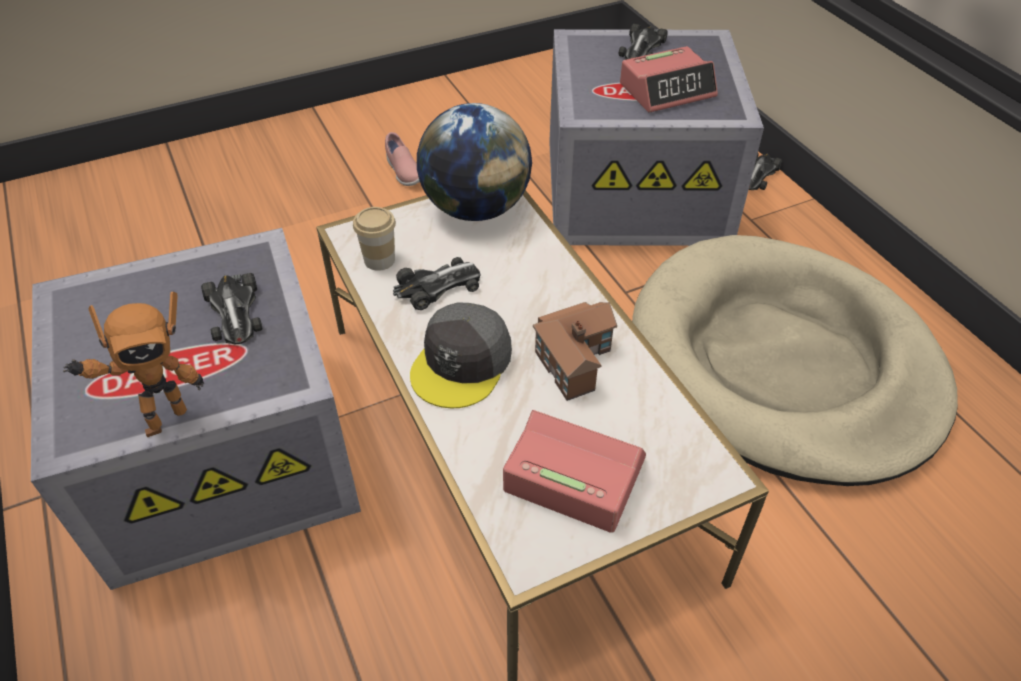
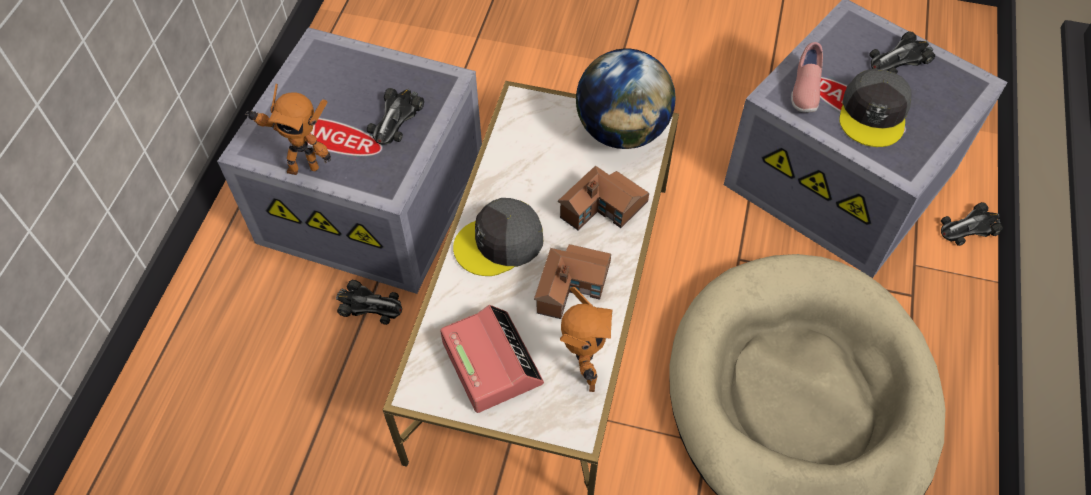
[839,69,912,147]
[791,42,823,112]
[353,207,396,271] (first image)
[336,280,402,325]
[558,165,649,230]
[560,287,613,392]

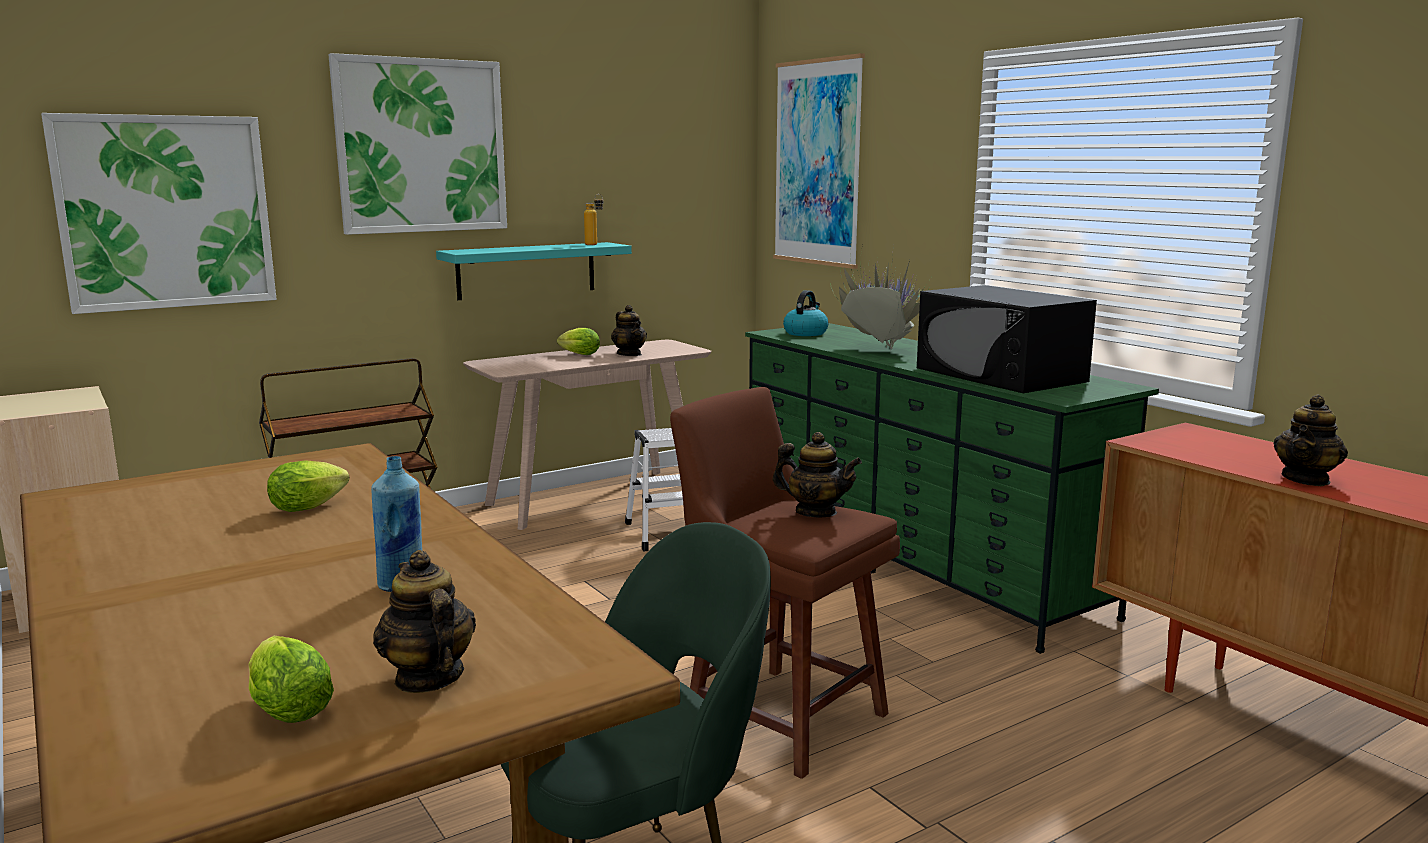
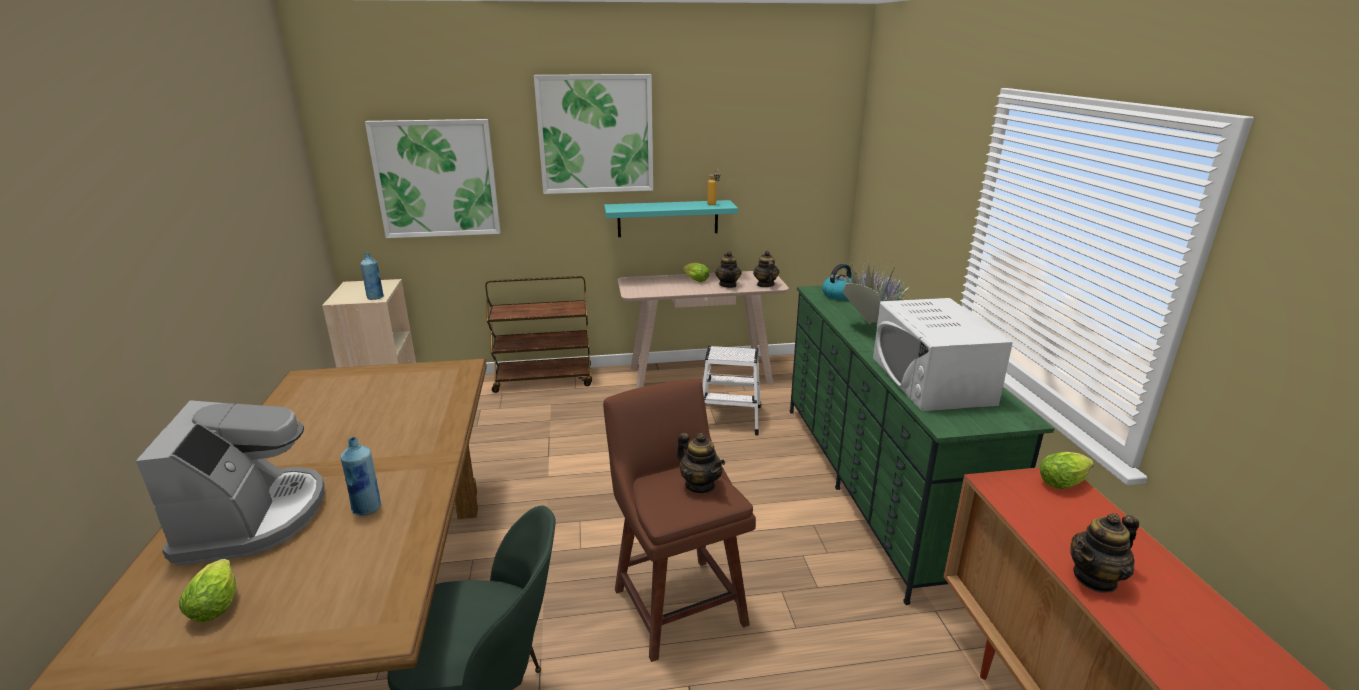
[773,53,865,269] (first image)
[873,298,1013,411]
[1039,452,1094,489]
[753,251,779,287]
[360,253,384,300]
[136,400,325,566]

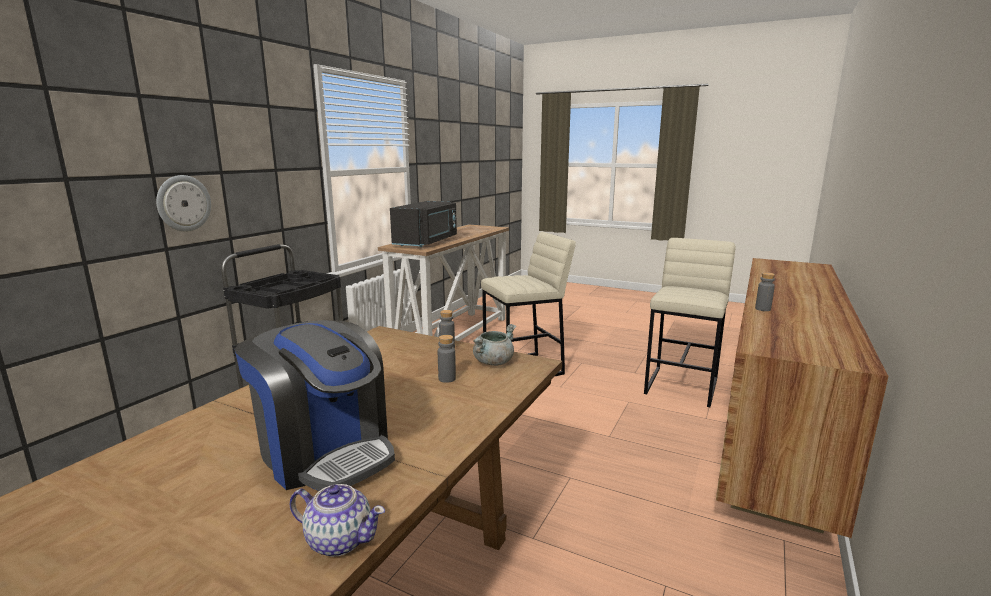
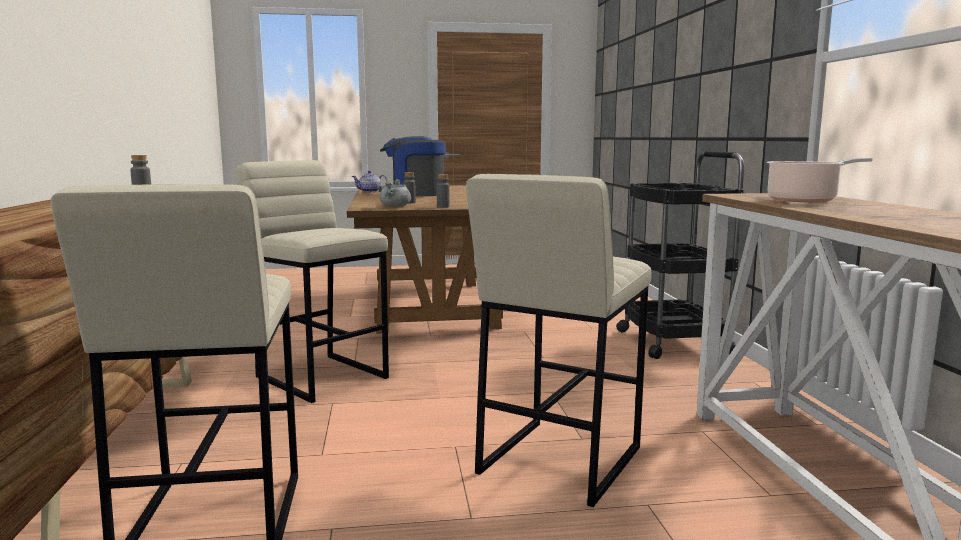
[156,175,211,232] (first image)
[766,158,873,202]
[236,160,389,403]

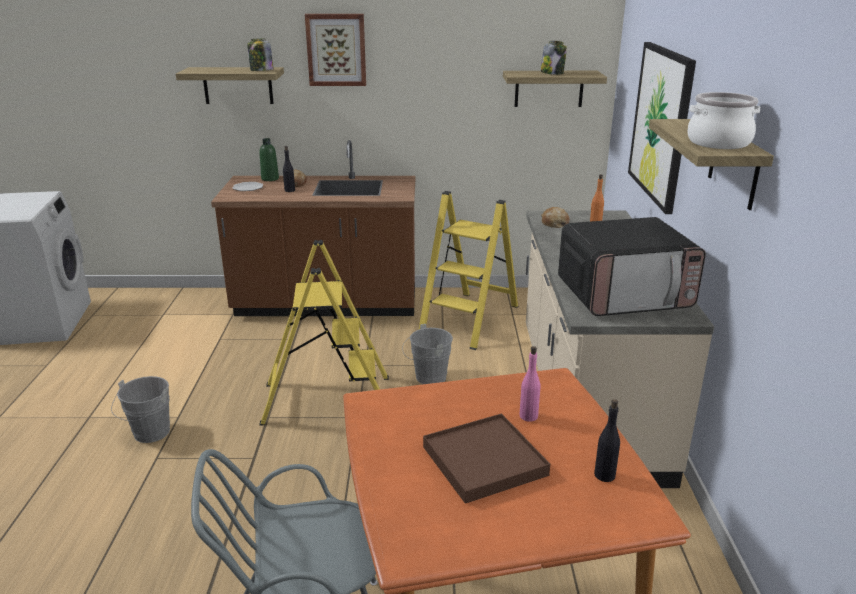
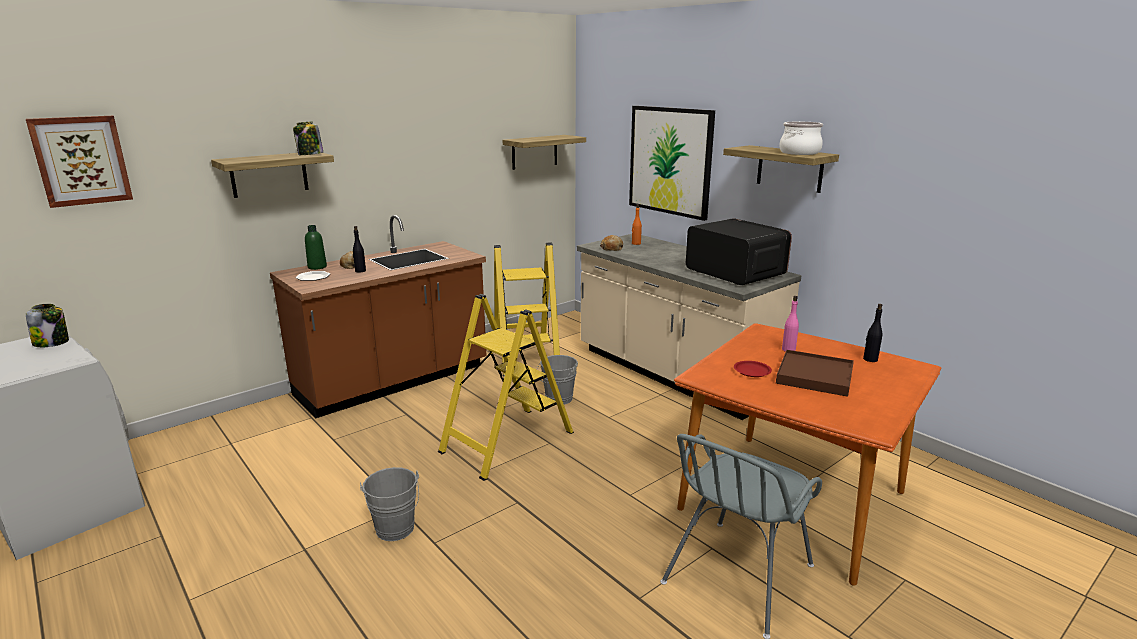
[26,116,133,208]
[26,304,69,347]
[686,218,792,285]
[734,361,772,377]

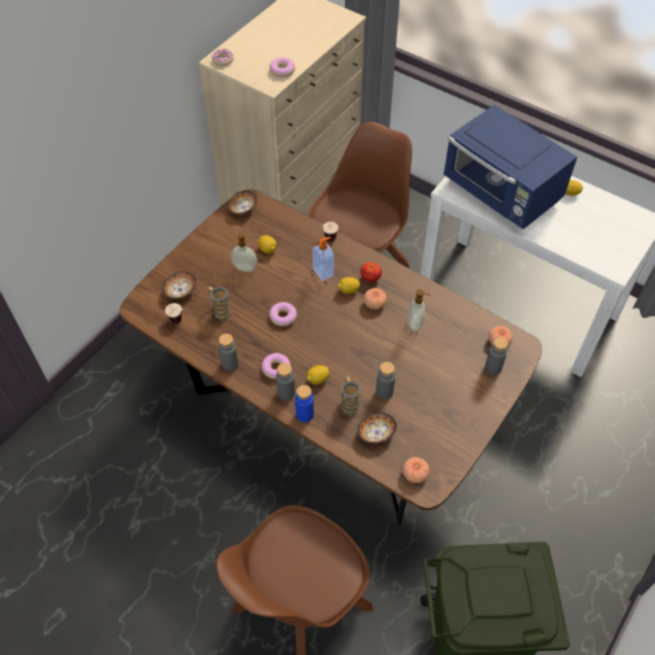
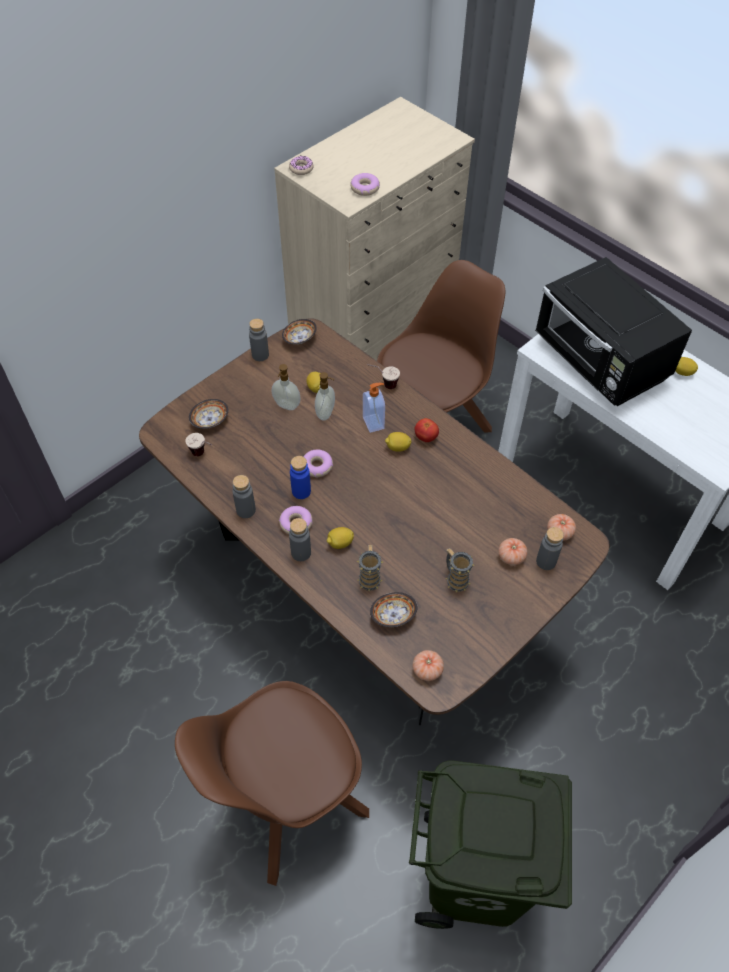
[535,257,692,406]
[446,548,474,592]
[498,538,528,565]
[315,372,335,421]
[249,318,269,361]
[290,456,311,499]

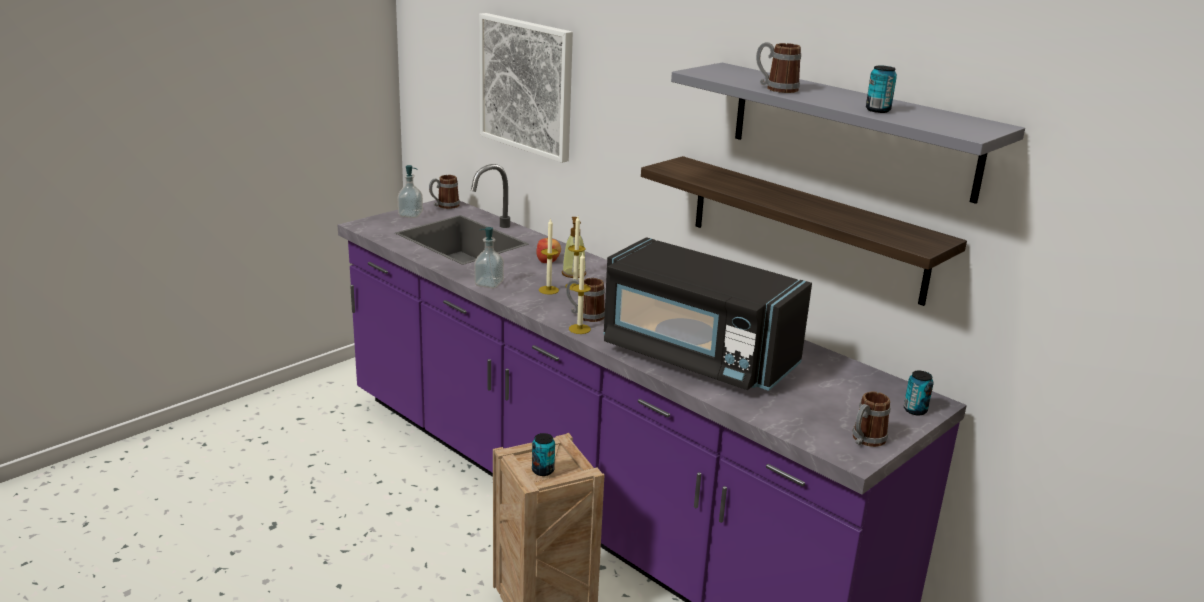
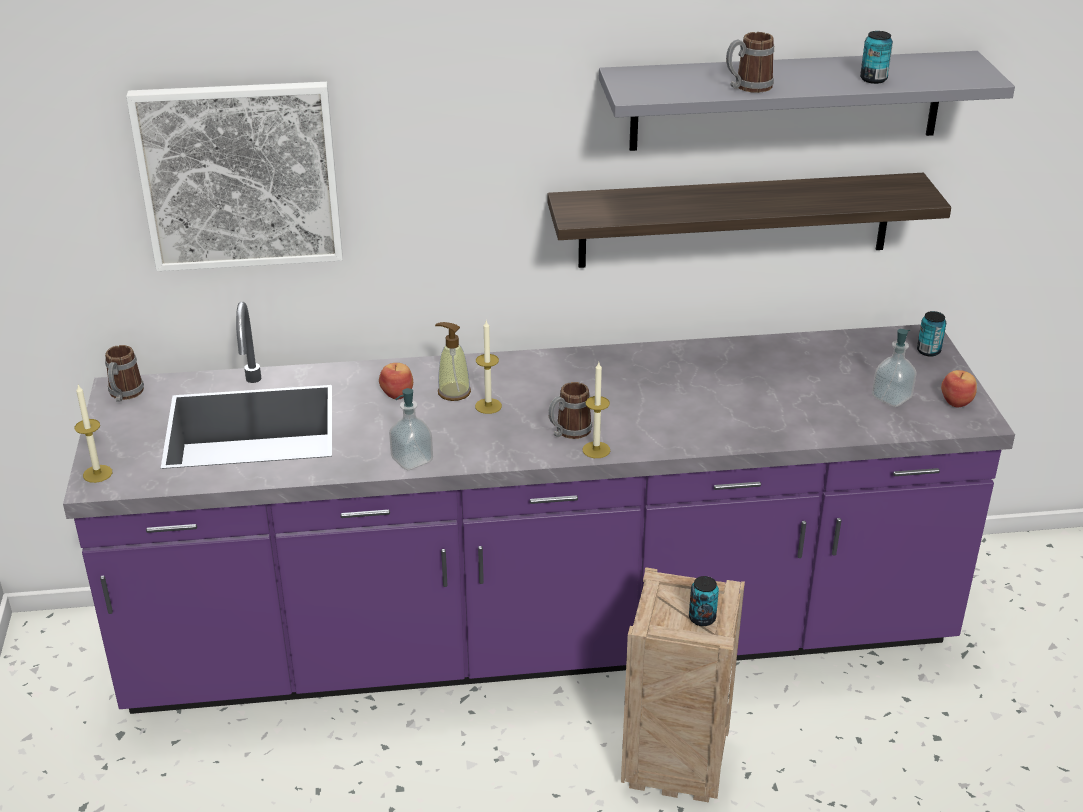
[872,329,917,407]
[75,385,112,483]
[603,237,812,391] (first image)
[941,370,977,407]

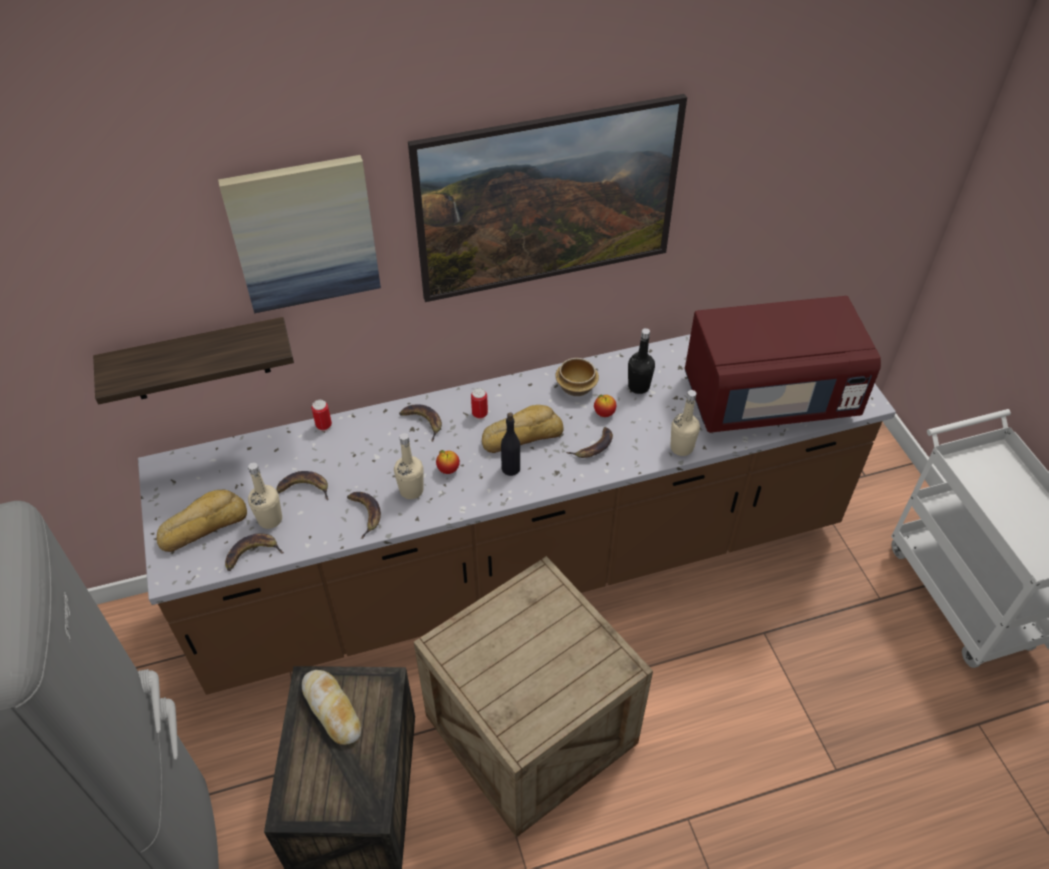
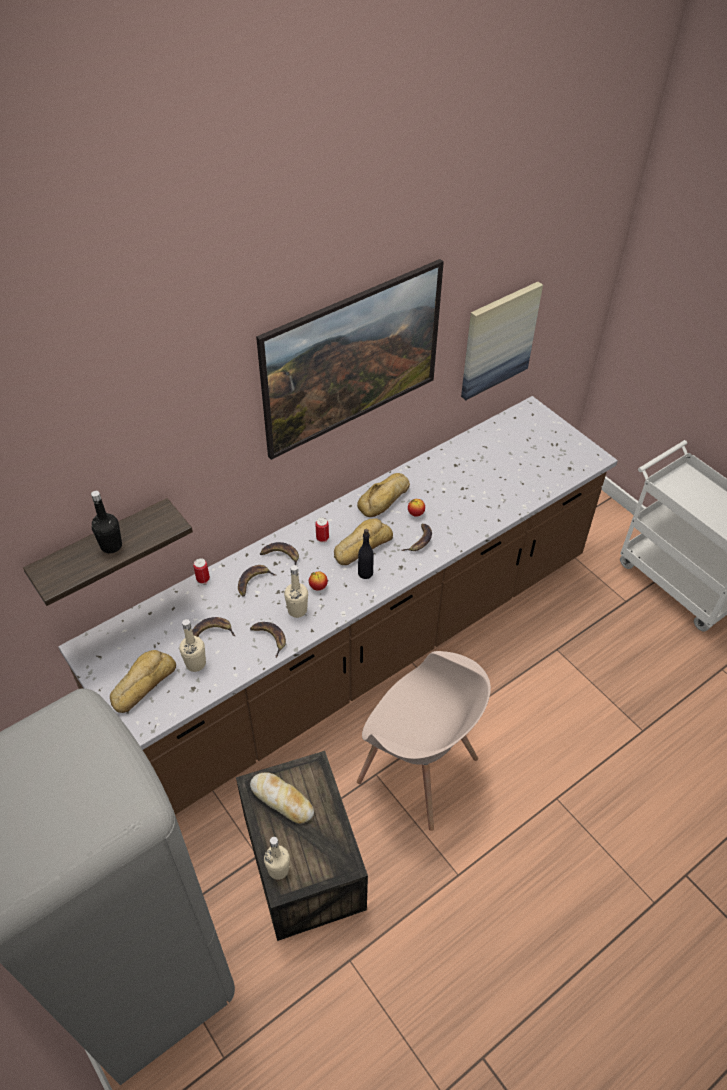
[461,282,543,400]
[685,296,881,433] (first image)
[91,491,122,553]
[357,473,410,517]
[264,837,290,880]
[238,565,276,597]
[357,651,491,831]

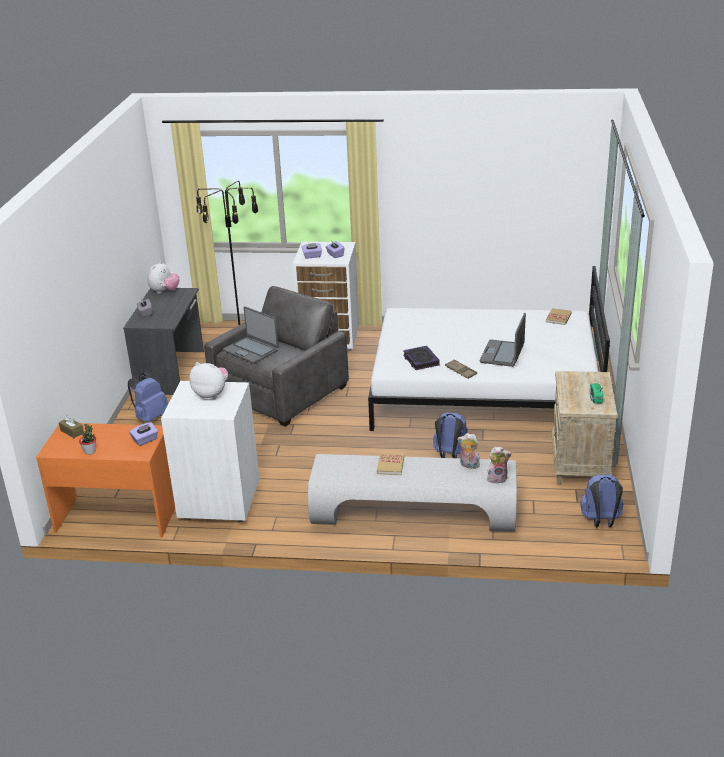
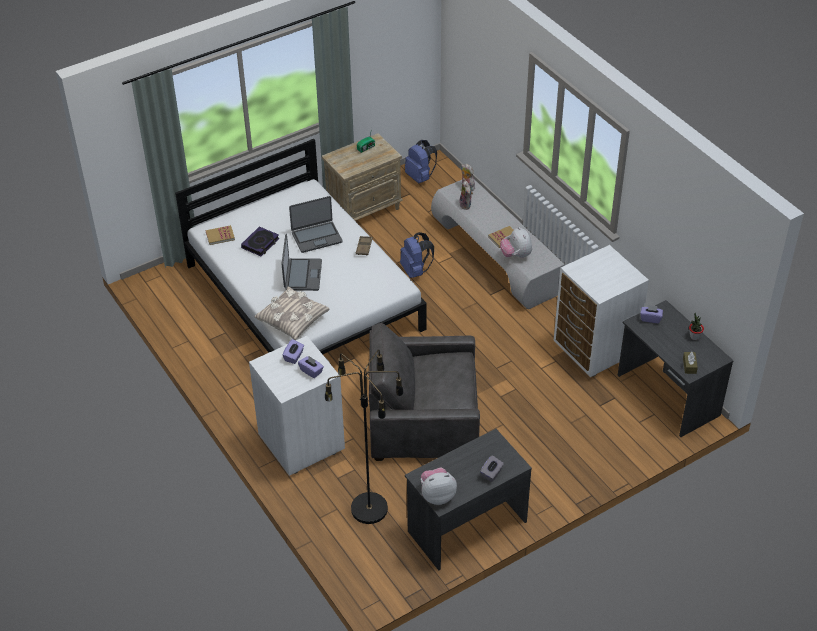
[281,234,322,291]
[241,227,279,256]
[500,227,532,258]
[128,373,168,423] (first image)
[617,300,734,437]
[254,287,329,340]

